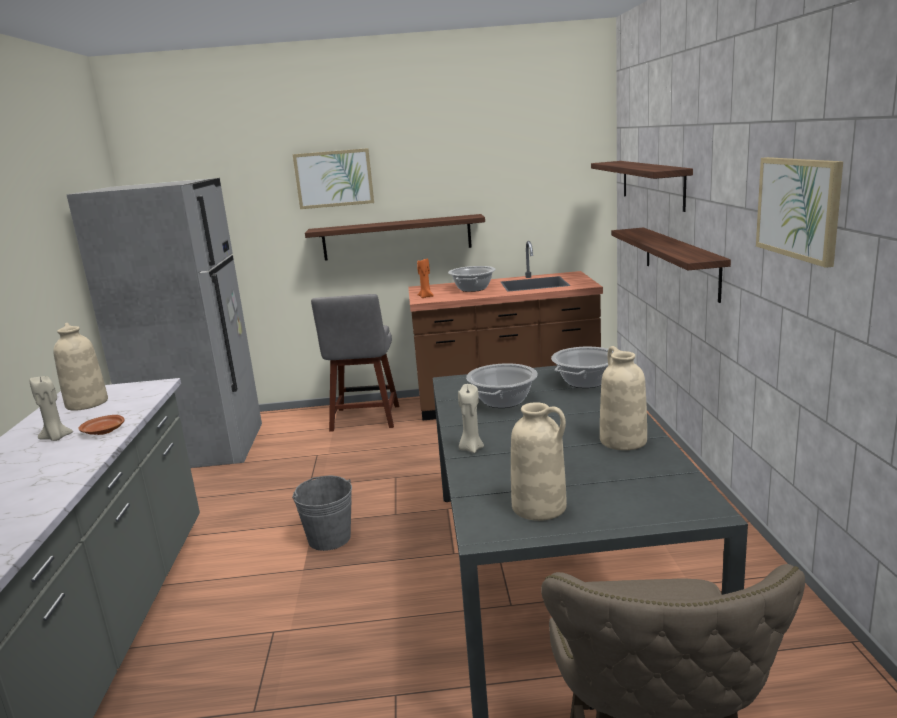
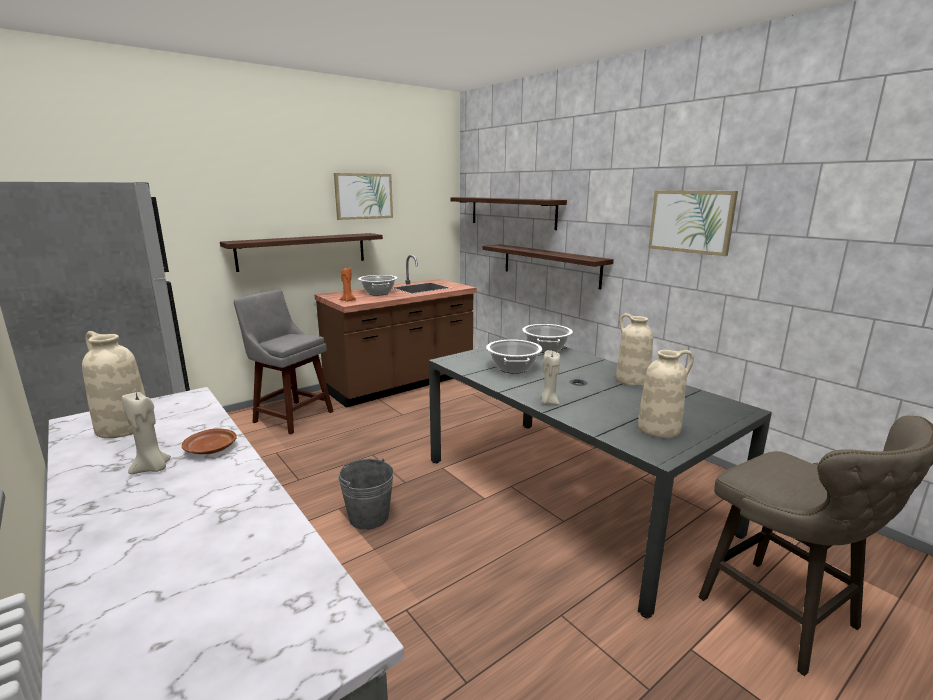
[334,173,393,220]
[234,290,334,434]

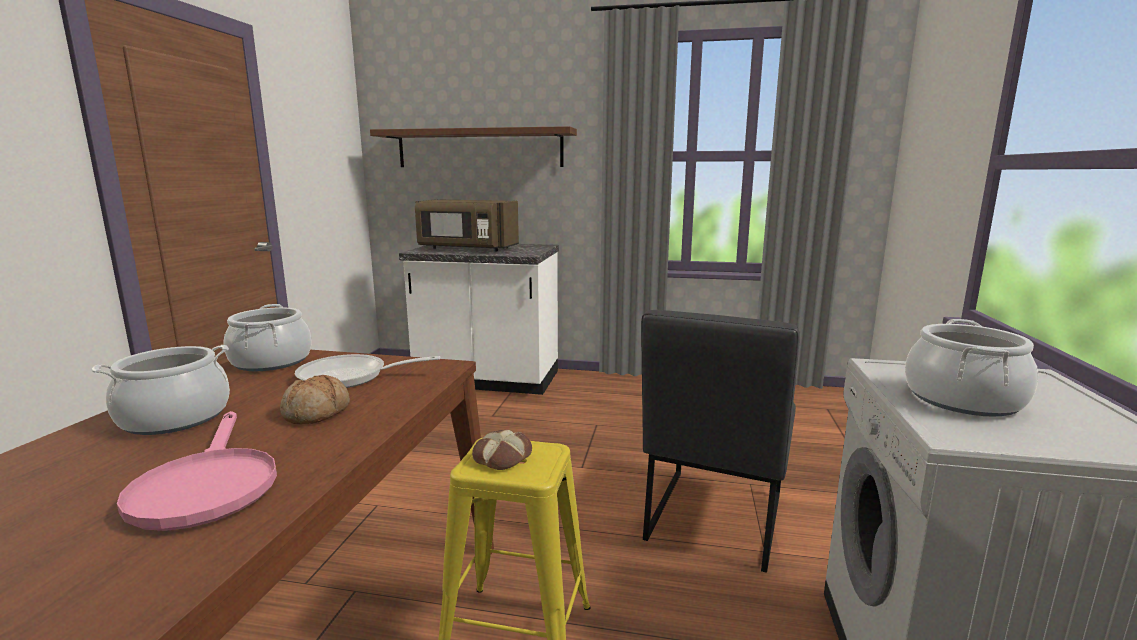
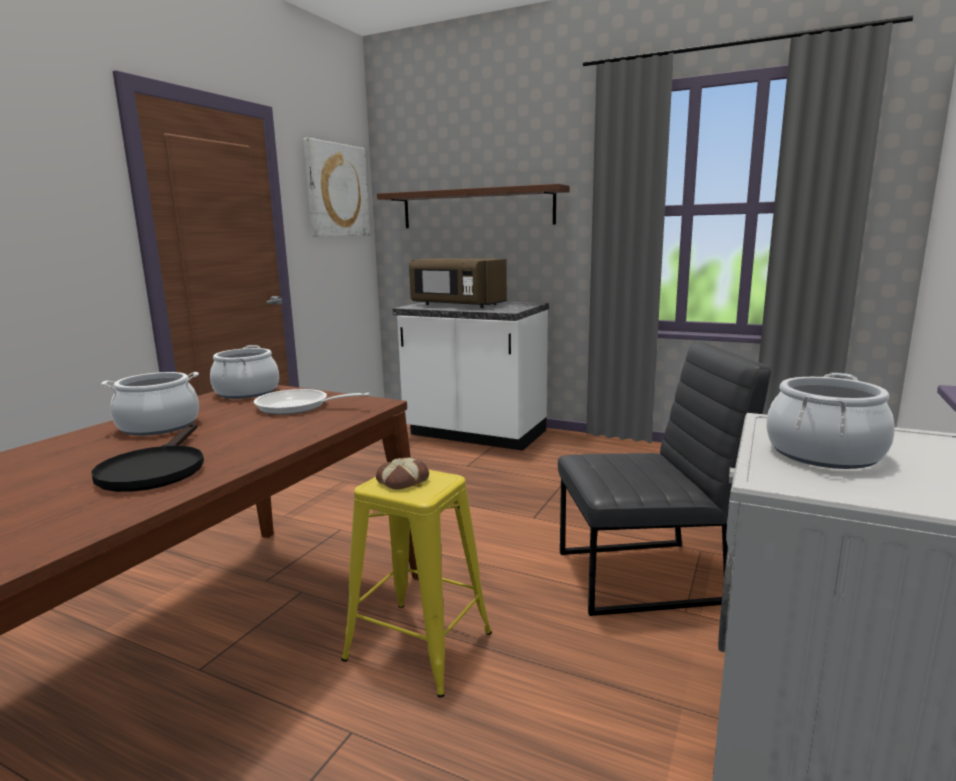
[558,342,771,616]
[280,375,350,424] (first image)
[91,423,204,492]
[303,138,370,237]

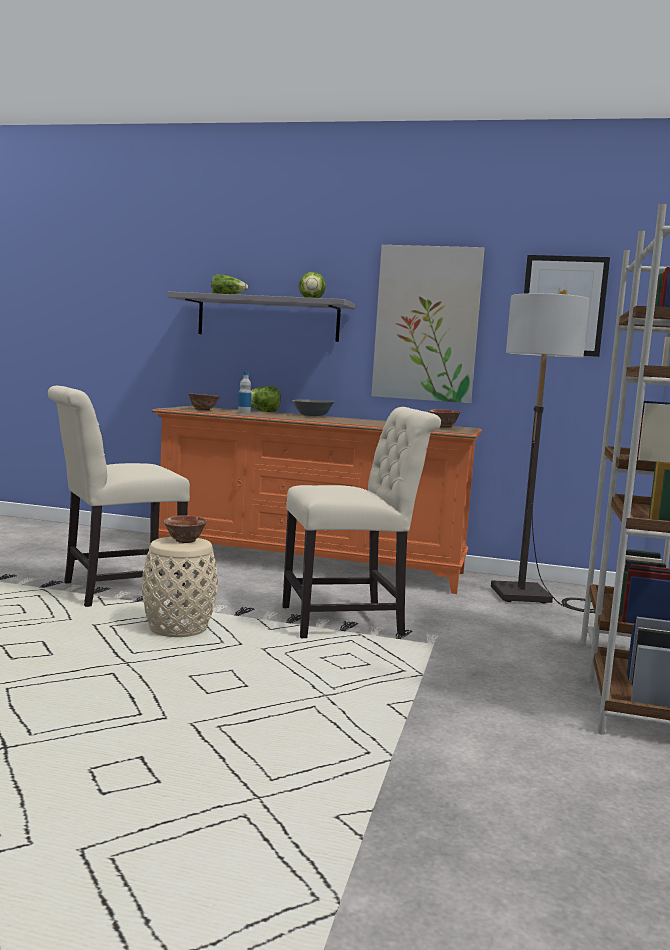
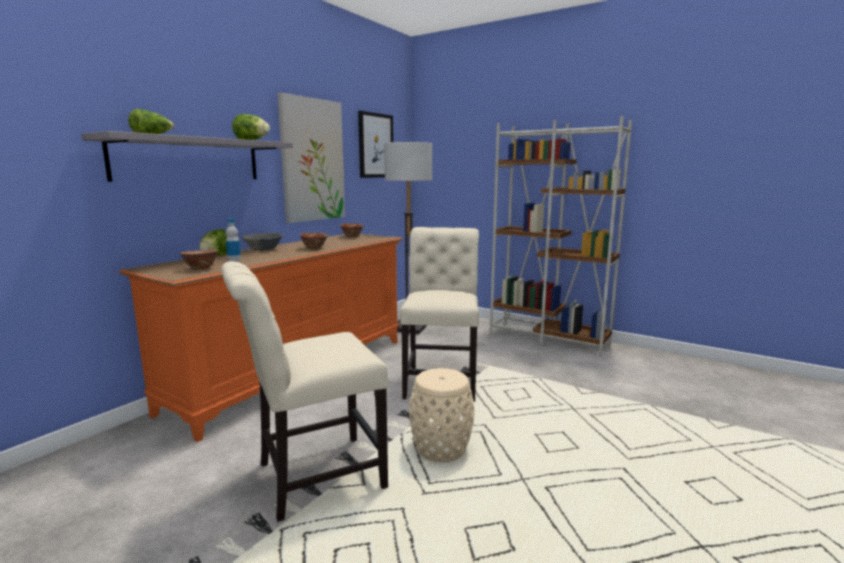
[221,261,388,522]
[300,233,328,249]

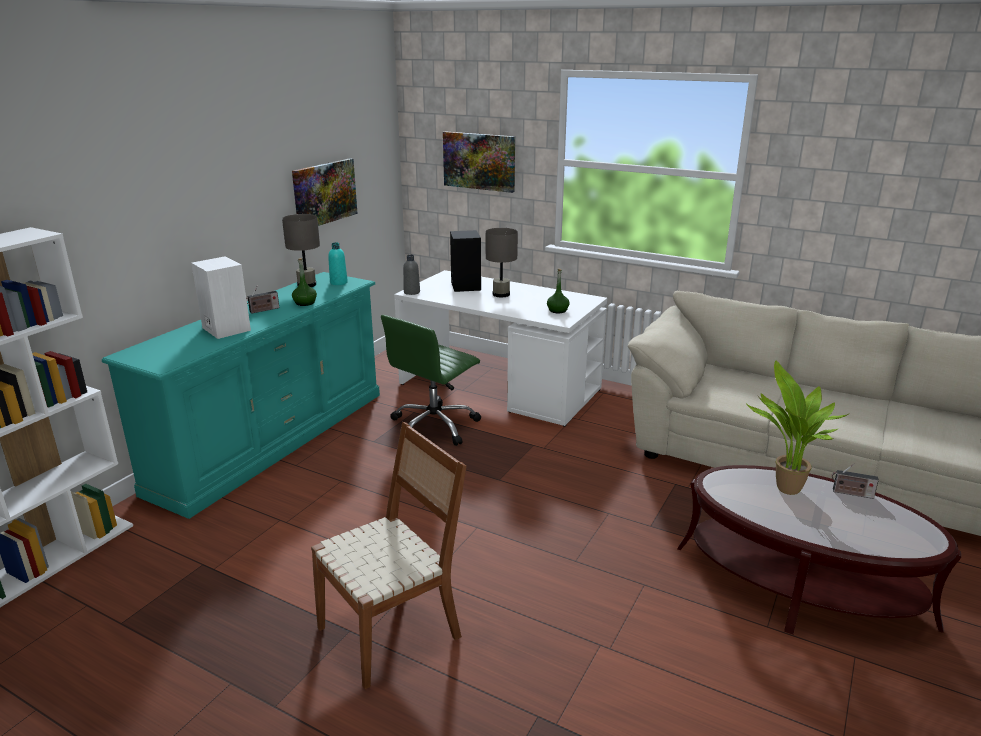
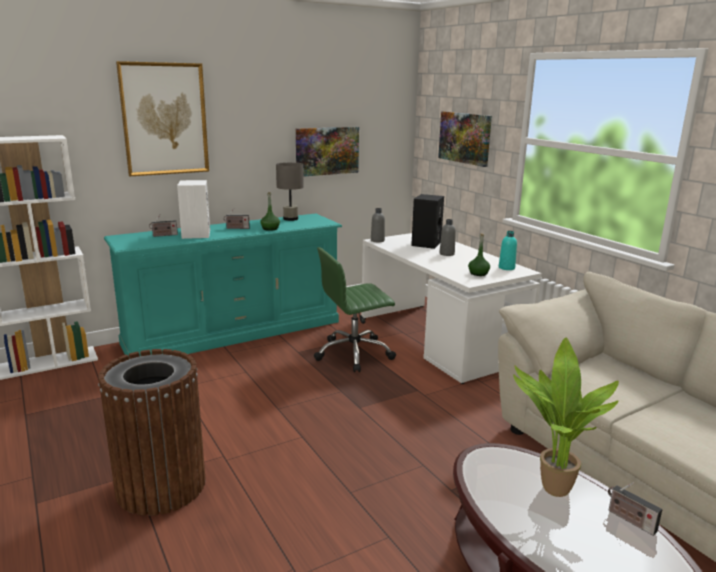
[440,219,456,256]
[499,231,517,270]
[98,349,206,516]
[116,61,209,176]
[149,215,178,237]

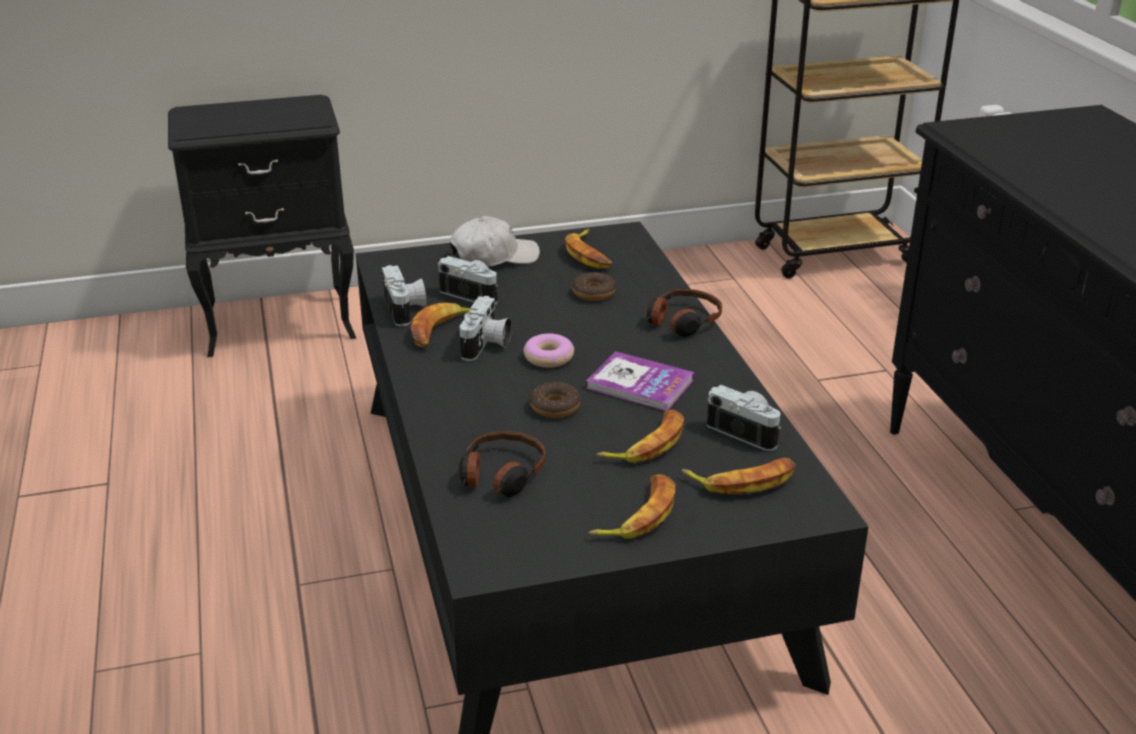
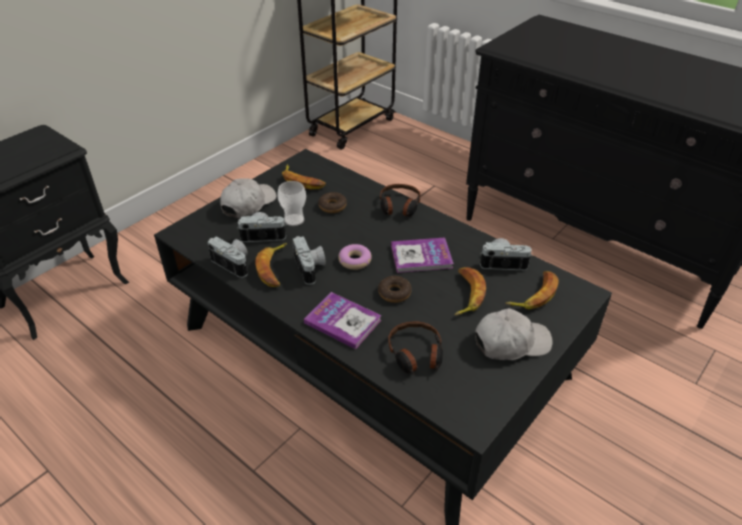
[475,308,553,360]
[277,181,306,226]
[304,292,382,349]

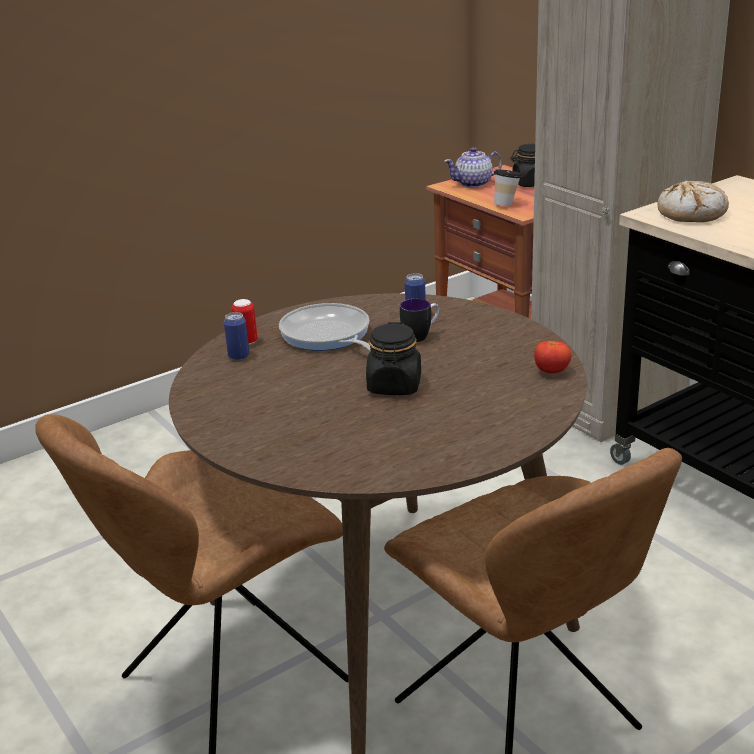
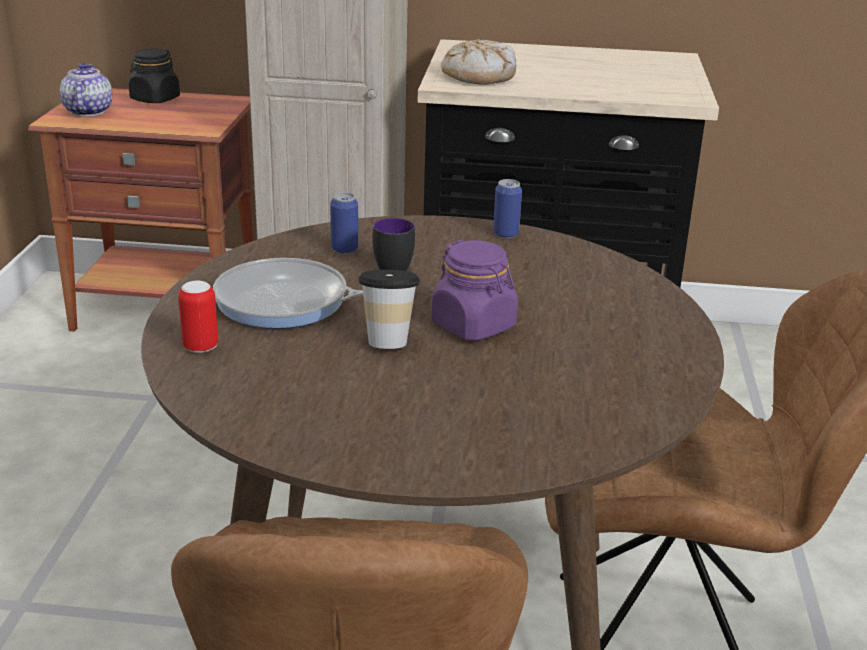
[60,63,112,116]
[358,270,420,349]
[493,179,522,238]
[431,240,518,341]
[534,341,572,373] (first image)

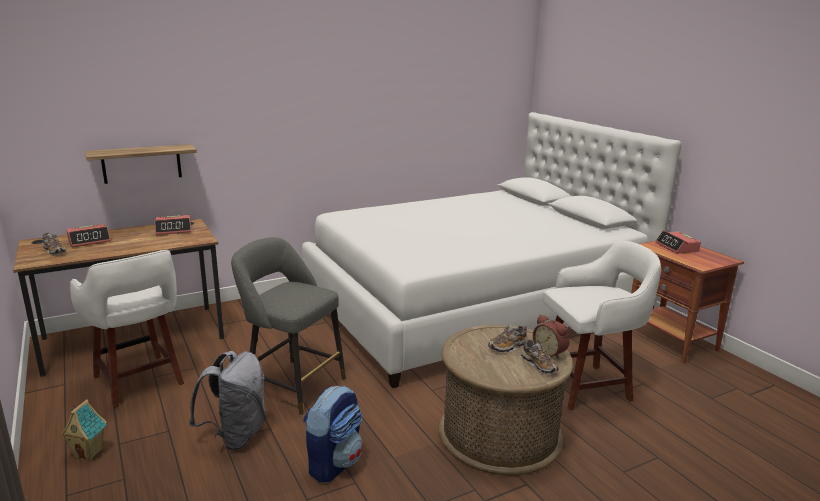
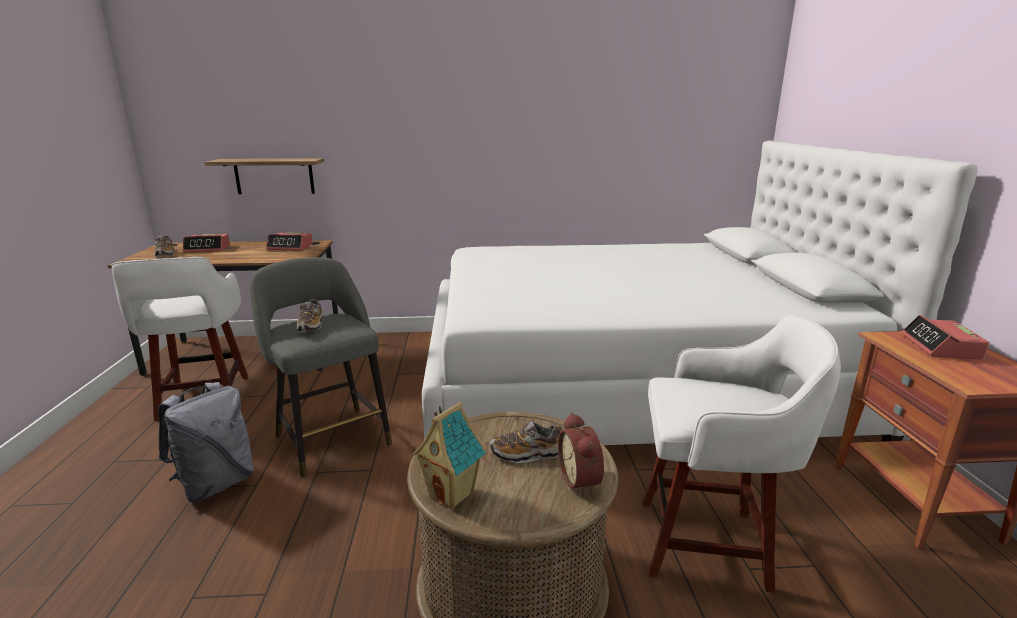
[297,299,324,333]
[303,386,363,483] (first image)
[413,402,486,509]

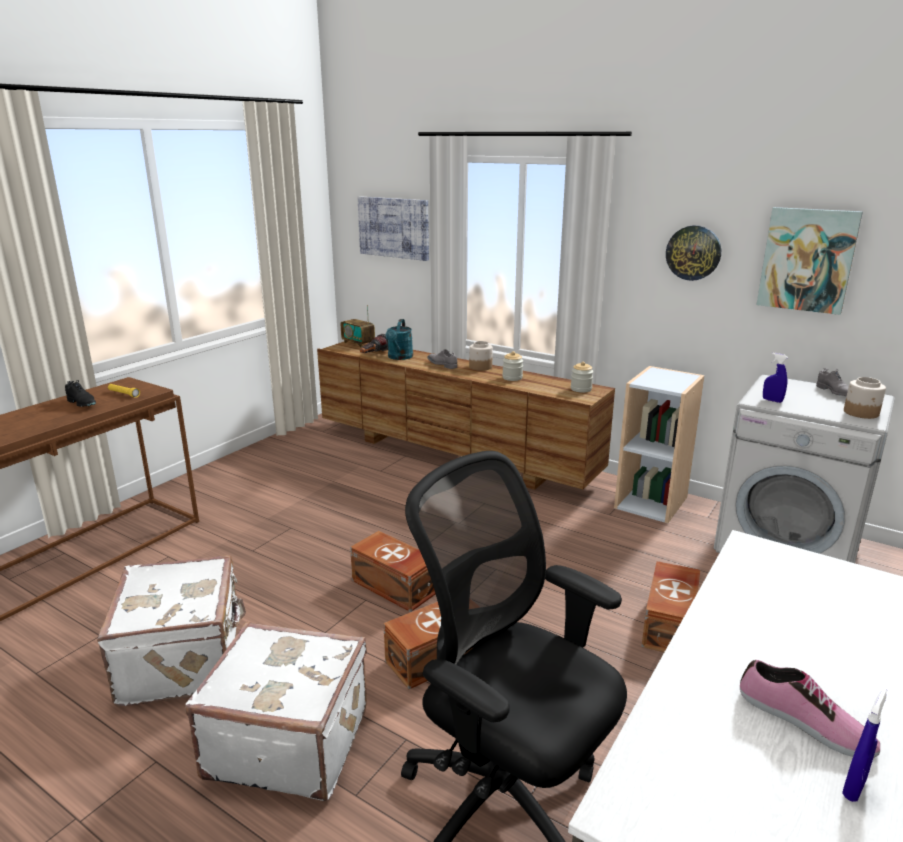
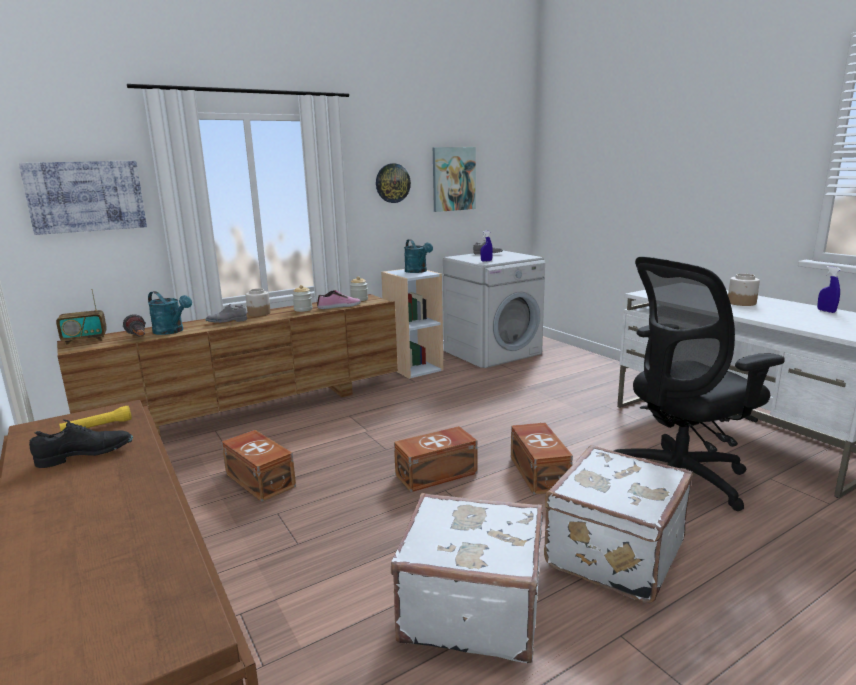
[728,274,760,306]
[222,430,296,502]
[317,290,361,309]
[404,239,433,273]

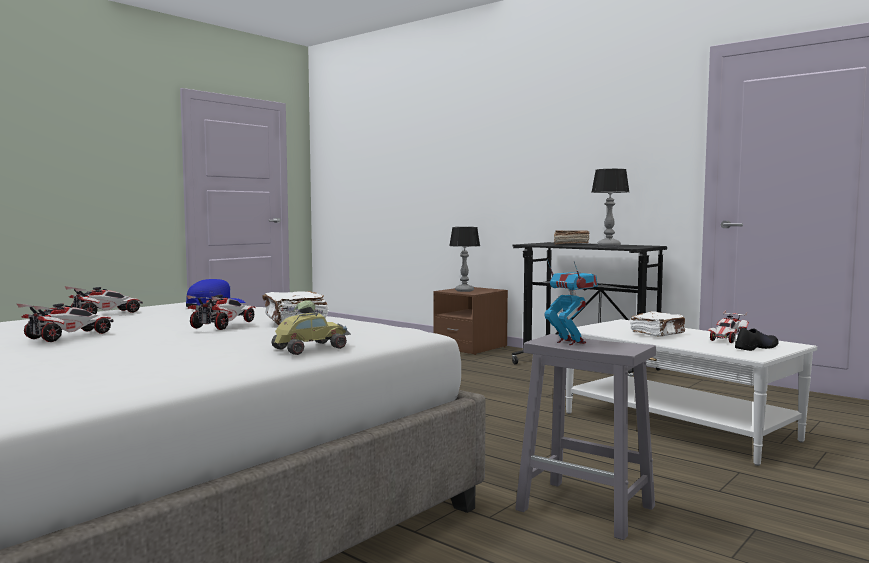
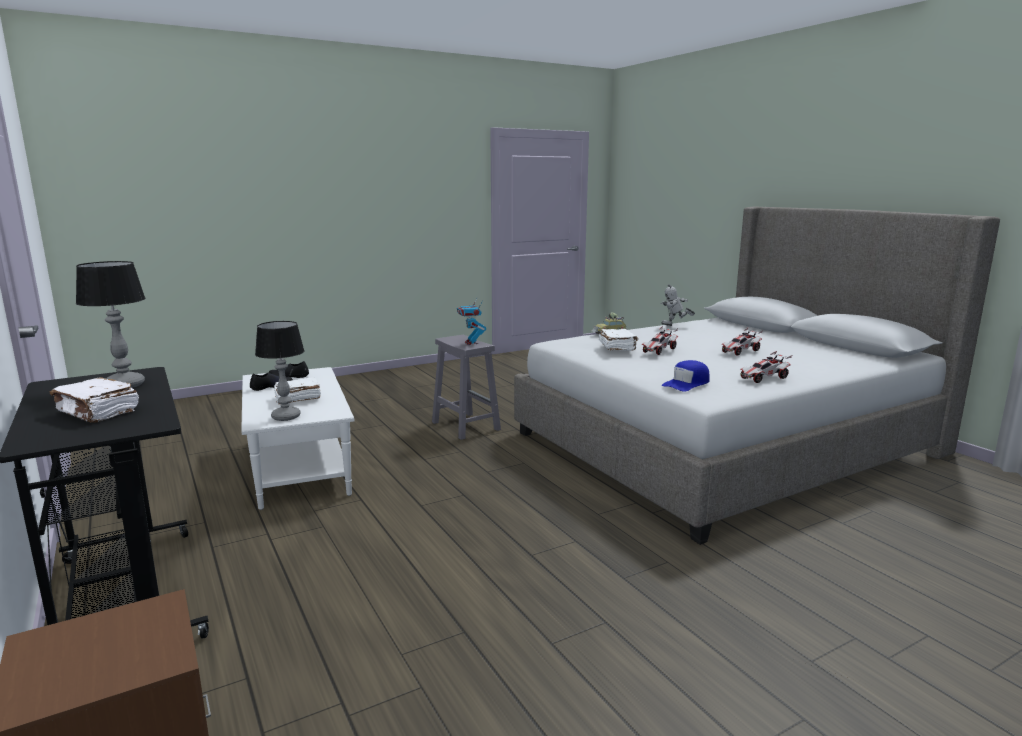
[255,321,305,421]
[50,377,139,423]
[250,373,293,391]
[661,284,695,326]

